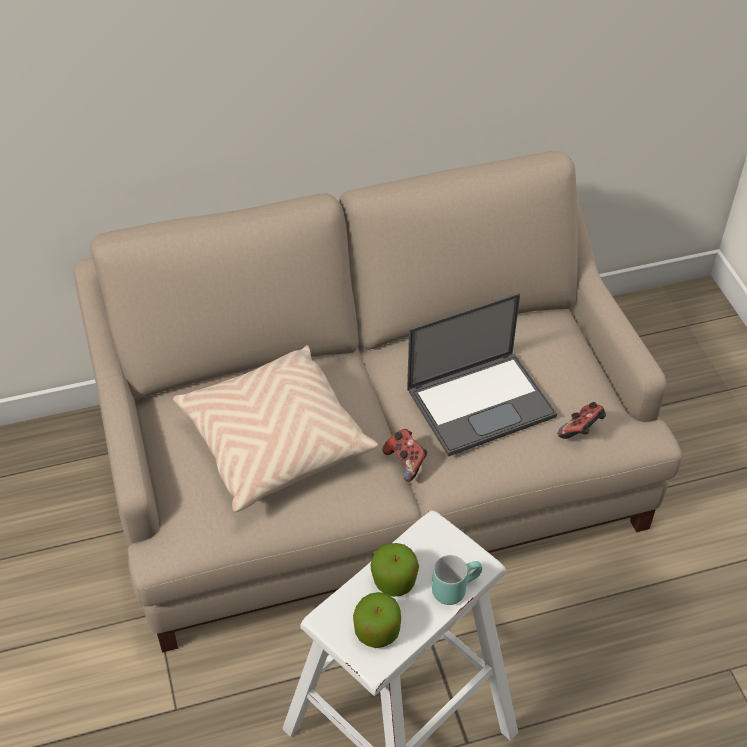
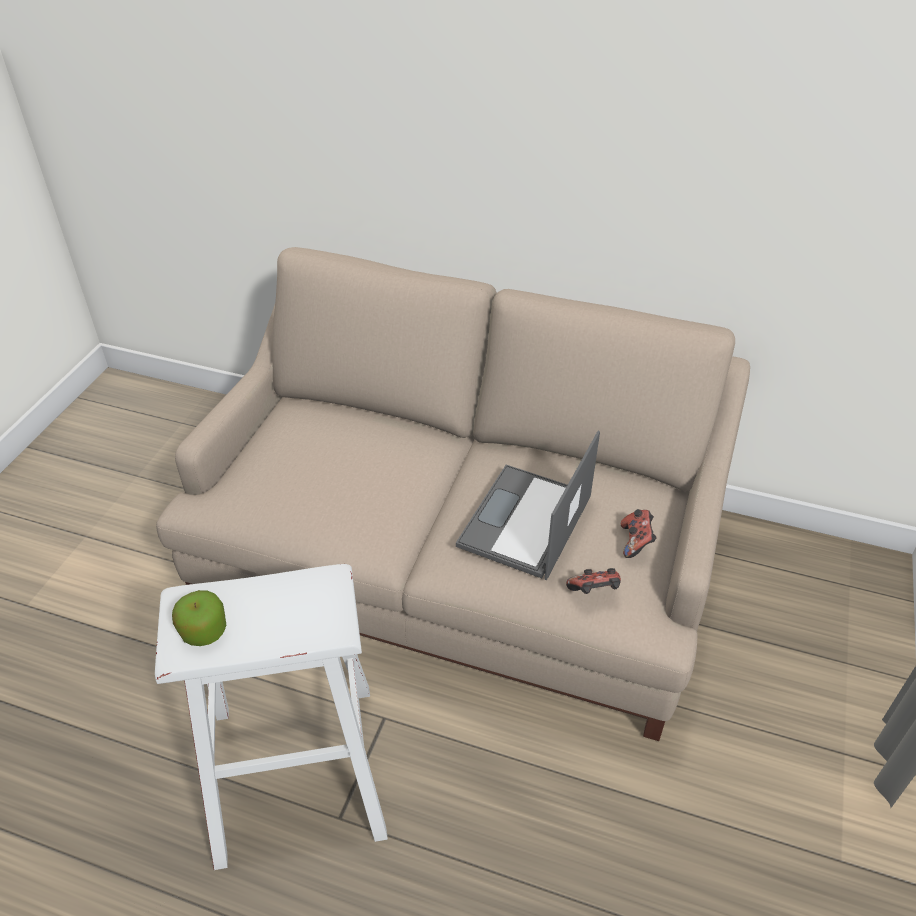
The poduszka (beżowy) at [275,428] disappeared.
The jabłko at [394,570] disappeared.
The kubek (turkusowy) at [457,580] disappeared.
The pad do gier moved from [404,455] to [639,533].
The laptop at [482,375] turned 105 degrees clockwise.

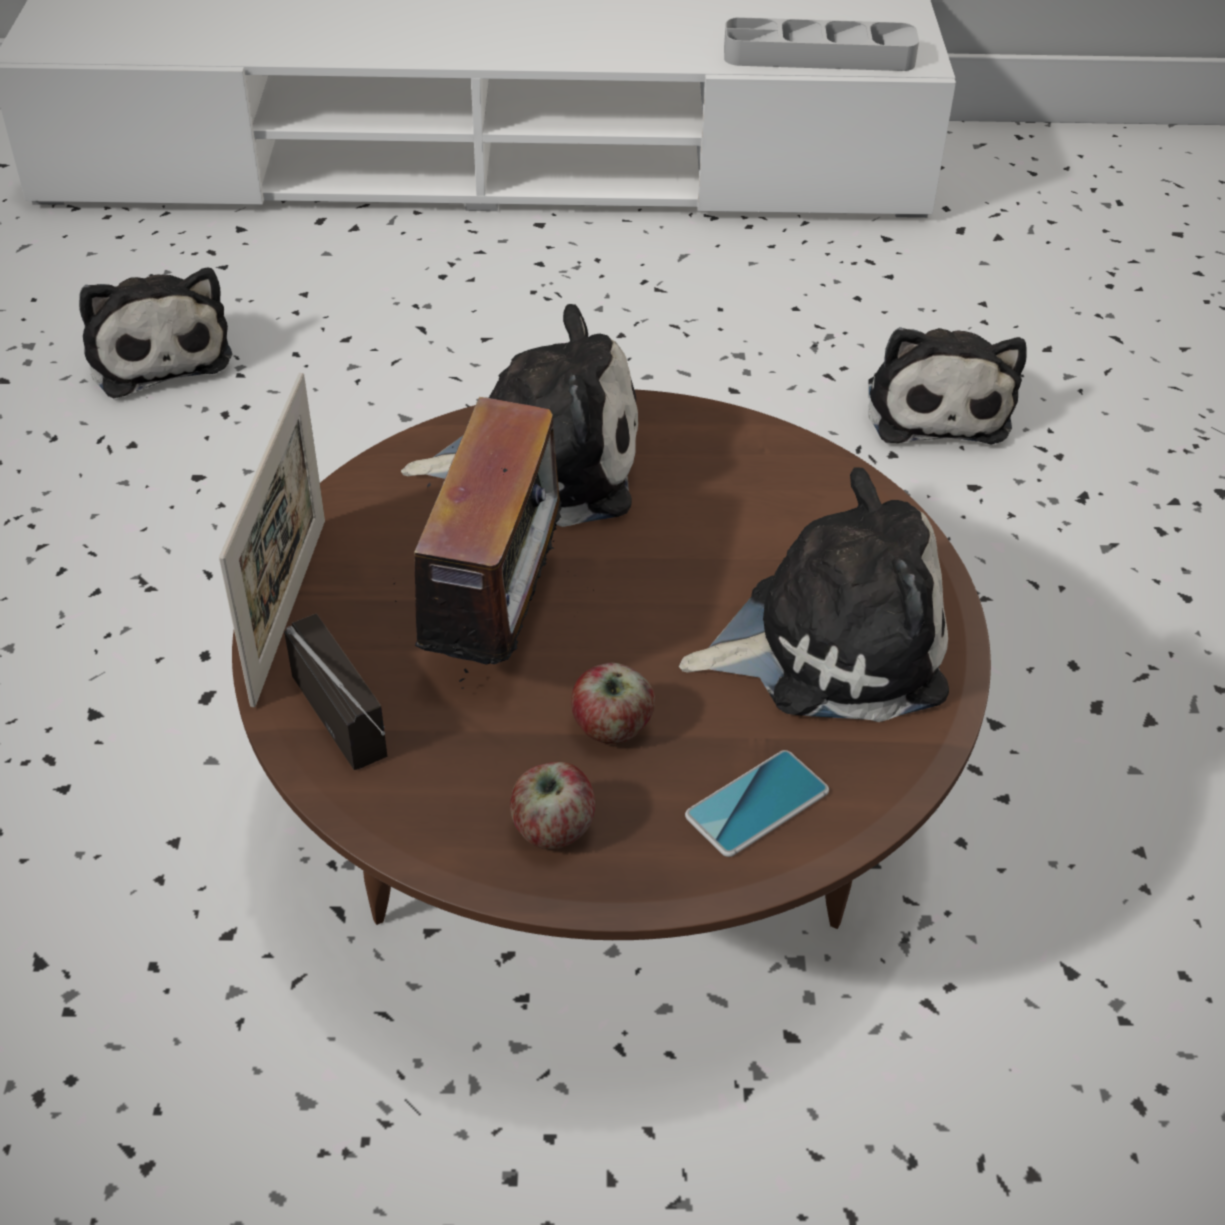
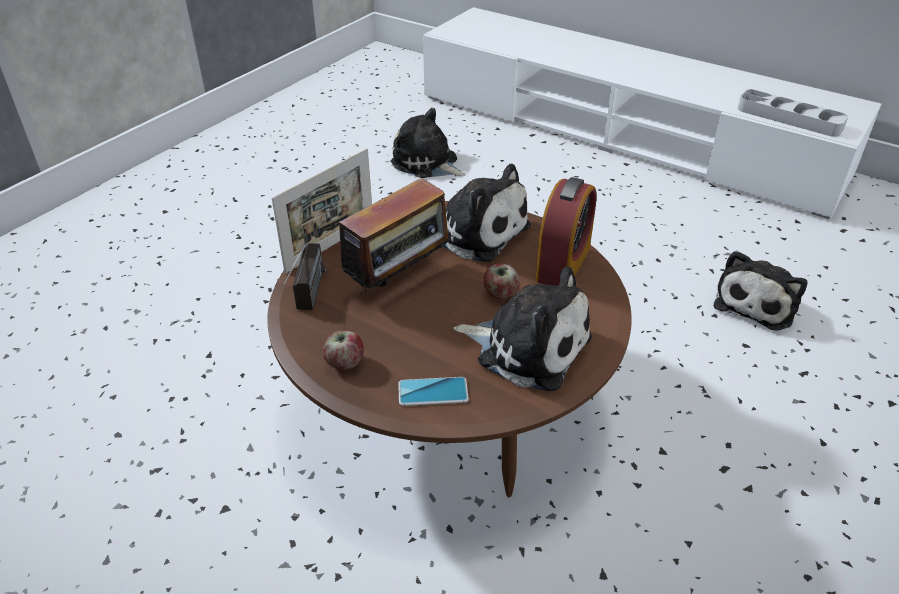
The budzik at [566,231] appeared.
The jabłko moved from [613,703] to [502,281].
The pluszak at [155,332] turned 120 degrees clockwise.

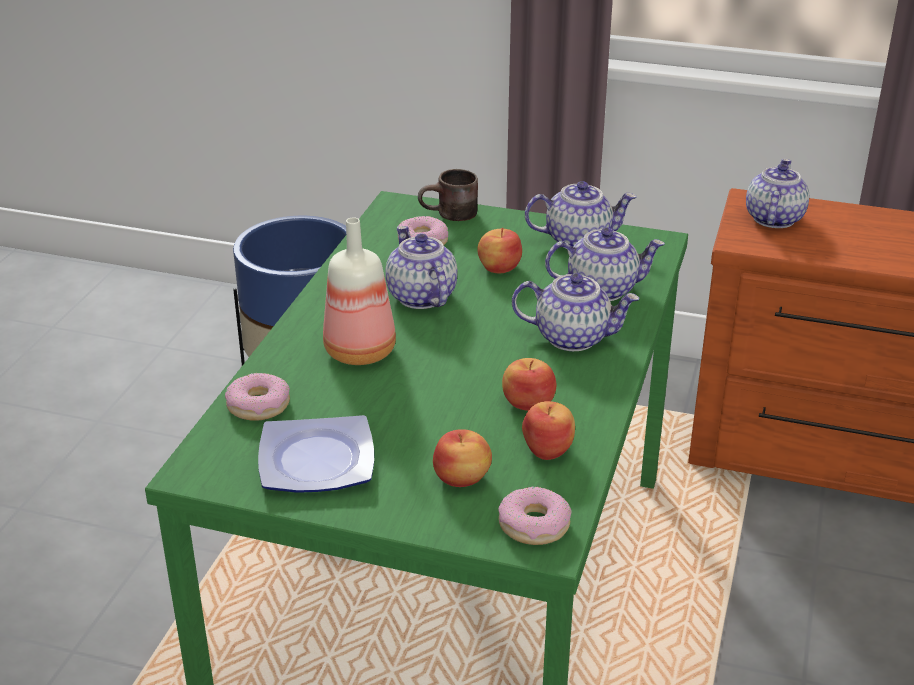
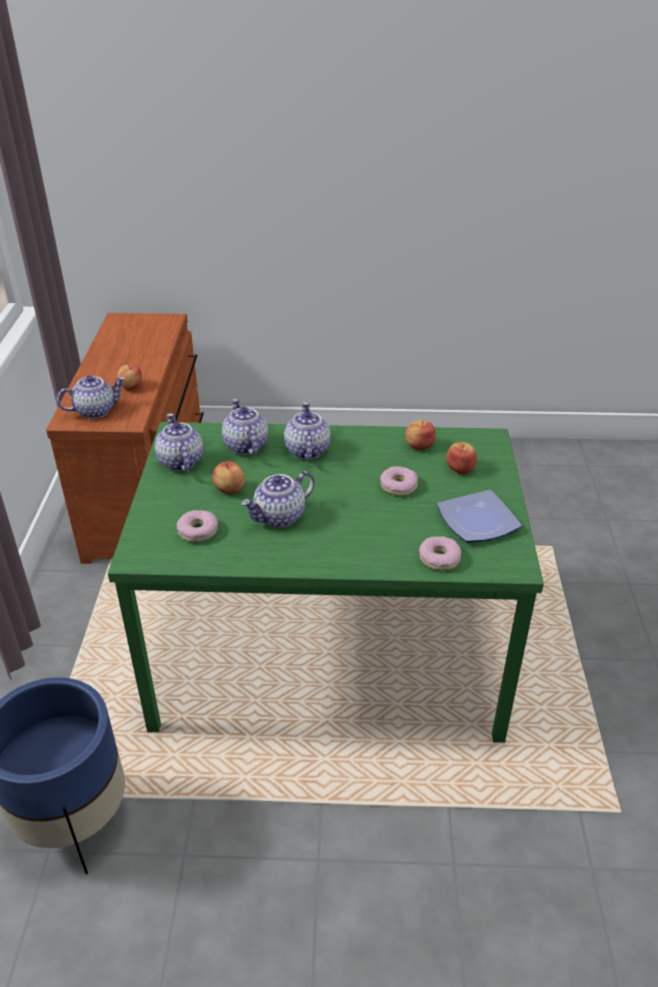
The butelka at [359,291] disappeared.
The kubek (brązowy) at [448,195] disappeared.
The donut moved from [535,516] to [399,481].
The jabłko moved from [529,384] to [129,377].
The imbryk at [777,193] turned 150 degrees clockwise.

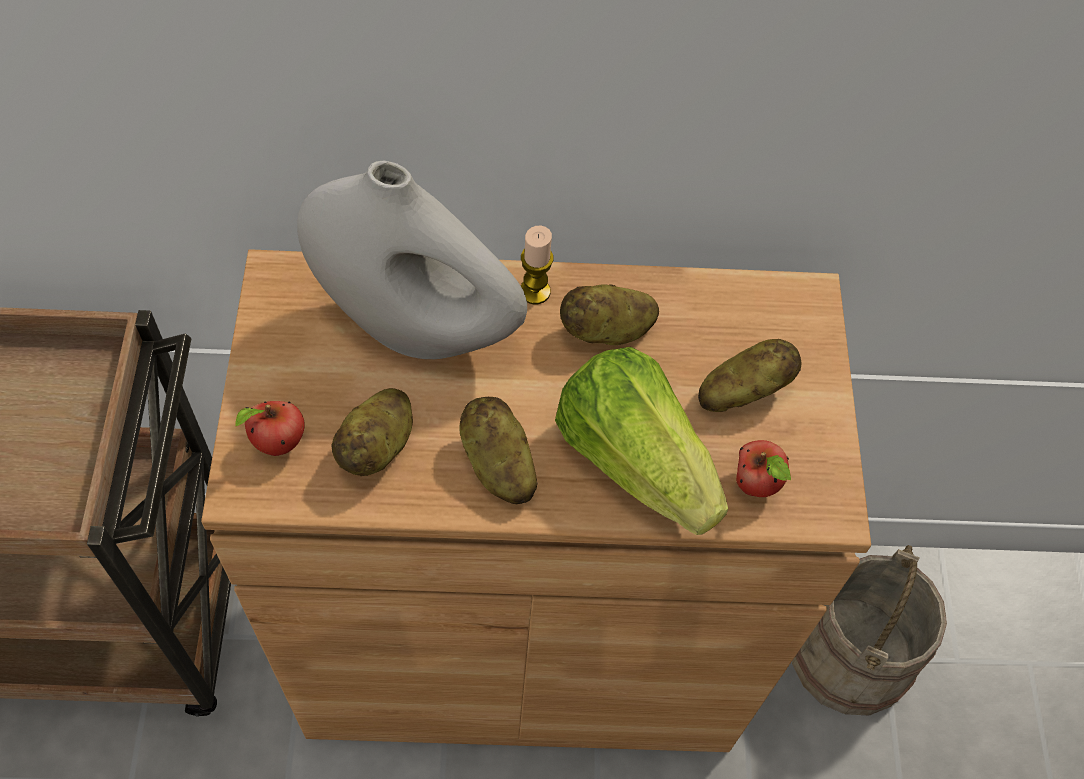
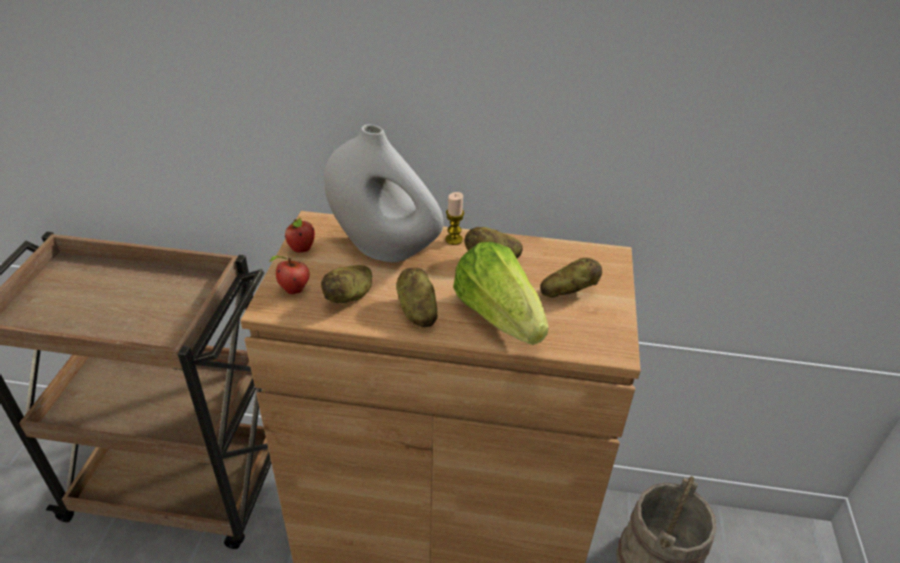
The jabłko moved from [763,468] to [300,235].

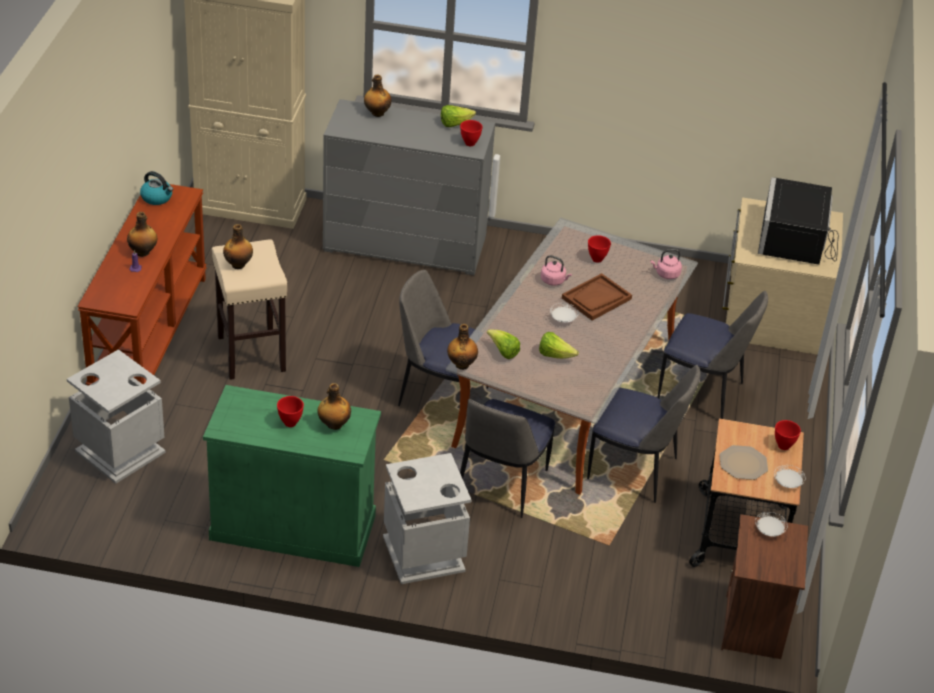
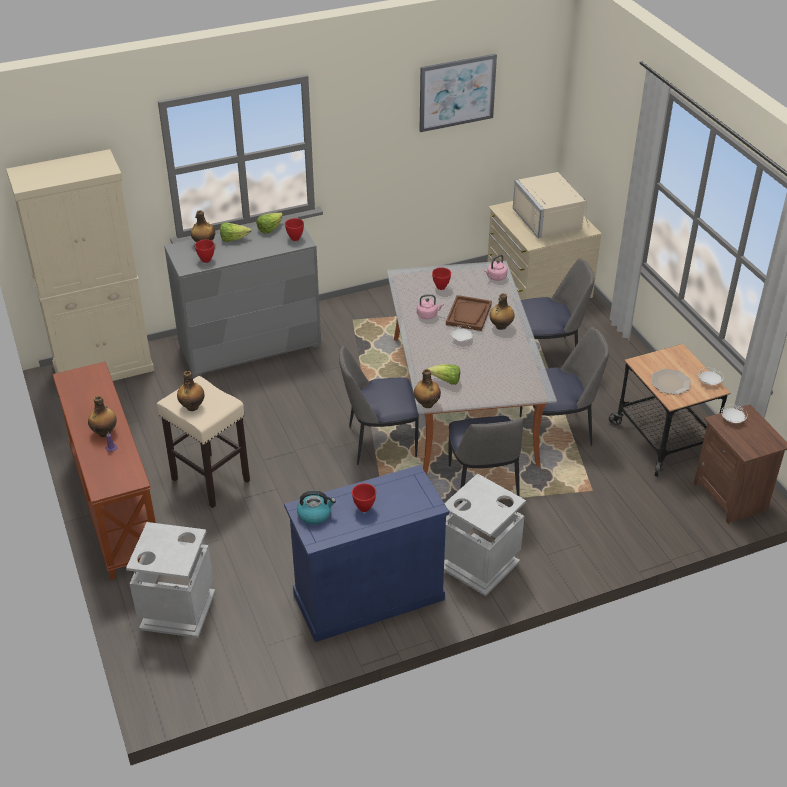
The obraz at [458,93] appeared.
The czajnik moved from [156,188] to [316,508].
The butelka moved from [334,406] to [502,311].
The sałata moved from [559,345] to [235,232].
The miska (czerwony) moved from [788,435] to [205,251].
The szafka (zielony) at [292,476] became the szafka (niebieski) at [366,553].
The mikrofalówka (czarny) at [798,221] became the mikrofalówka (beżowy) at [550,205].

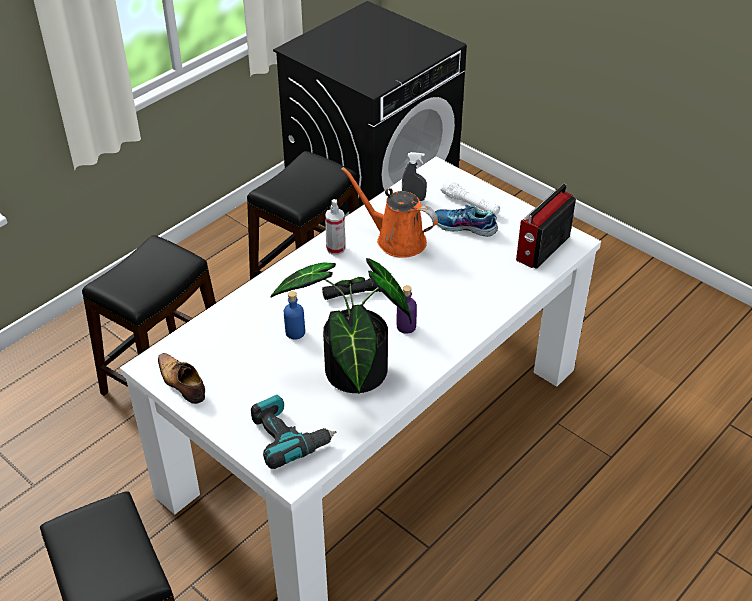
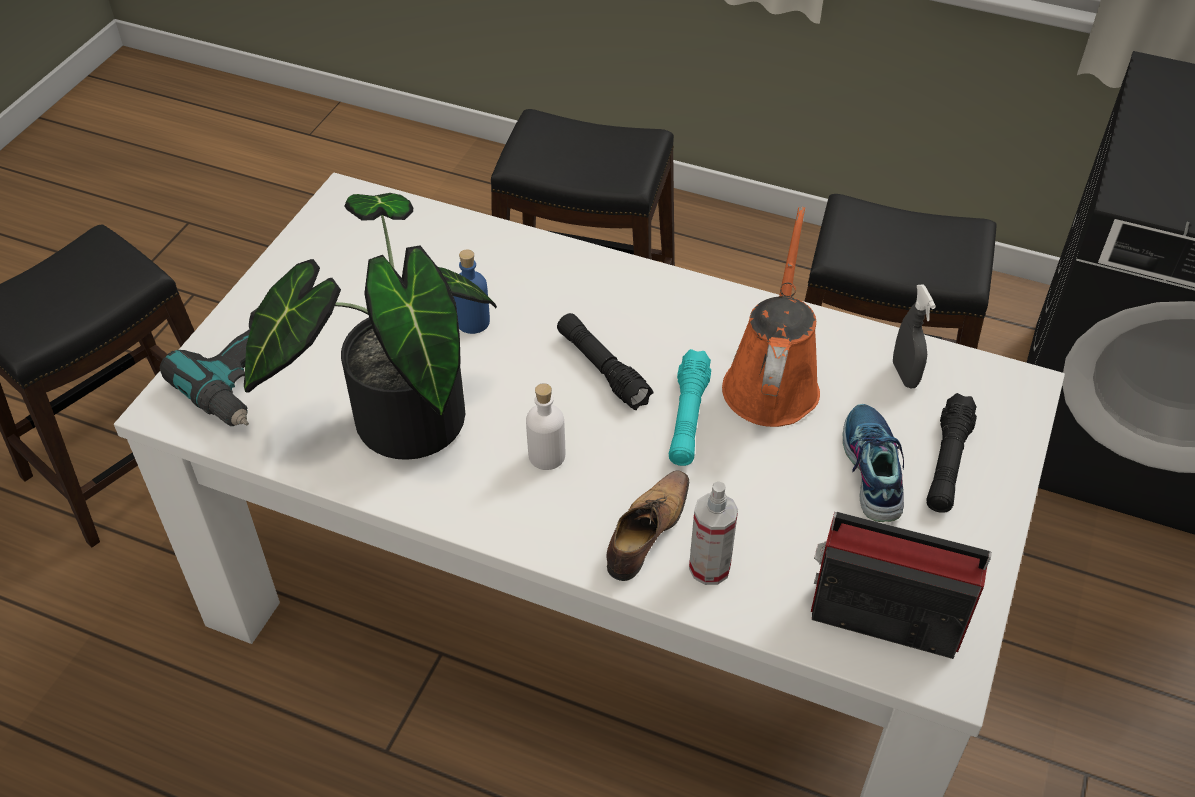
The latarka (turkusowy) at [690,407] appeared.
The but moved from [181,378] to [648,525].
The spryskiwacz moved from [335,227] to [713,533].
The butelka (fioletowy) at [407,309] became the butelka (biały) at [545,426].
The latarka (biały) at [470,198] became the latarka (czarny) at [951,453].

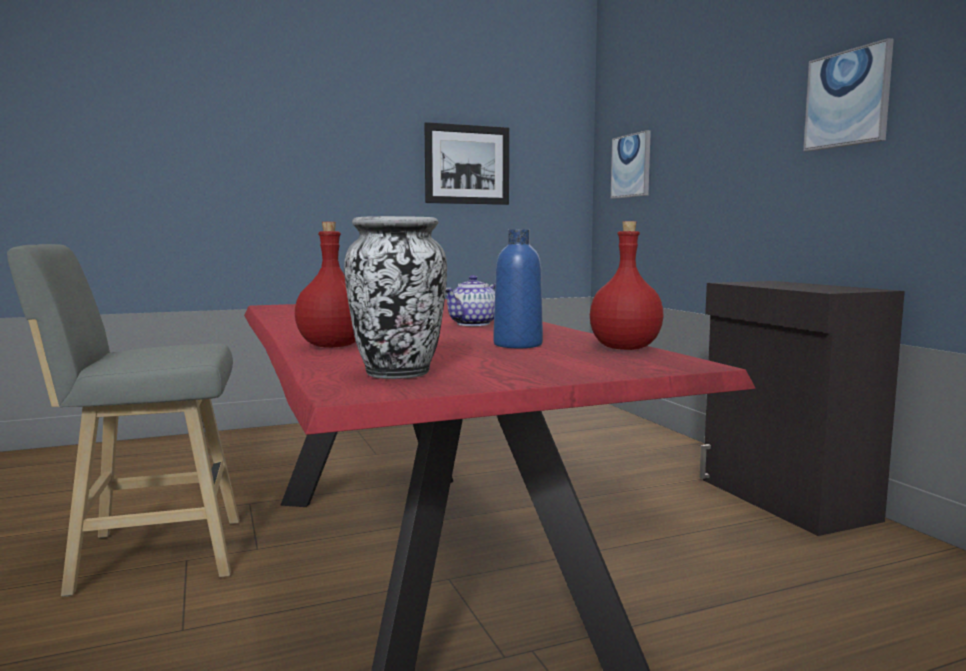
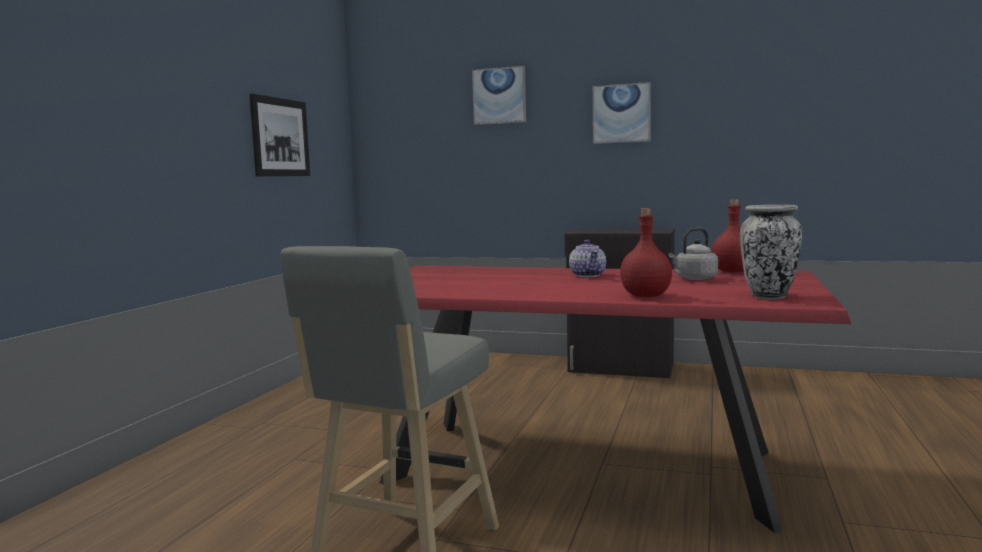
The obraz moved from [631,164] to [499,95].
The butelka (niebieski) at [518,288] was replaced by the czajnik (szary) at [693,254].

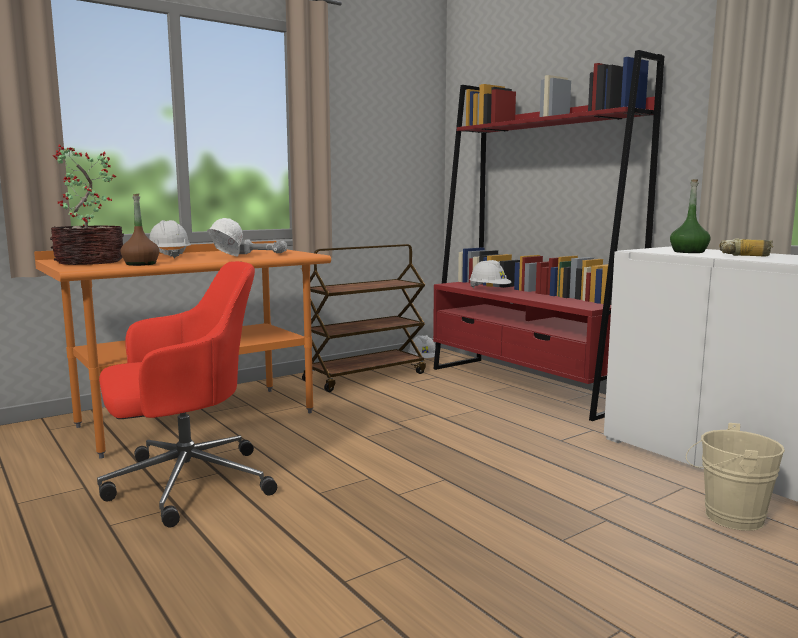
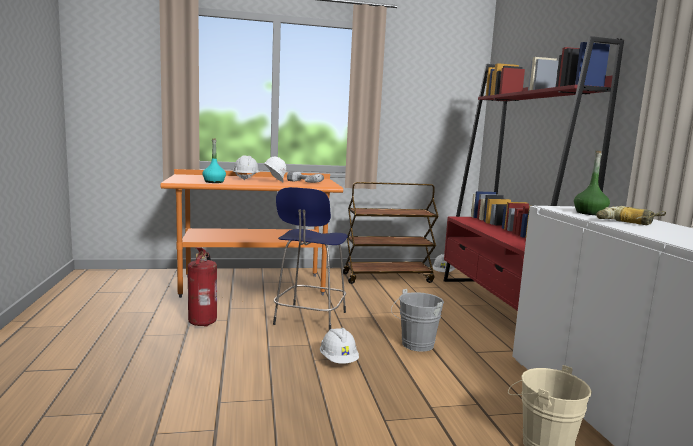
The roślina doniczkowa at [87,205] disappeared.
The stołek (niebieski) at [310,258] appeared.
The wiadro (szary) at [417,320] appeared.
The kask (biały) moved from [490,274] to [339,346].
The krzesło biurowe (czerwony) at [187,394] was replaced by the gaśnica at [202,287].
The butelka (brązowy) at [139,229] became the butelka (turkusowy) at [214,160].

